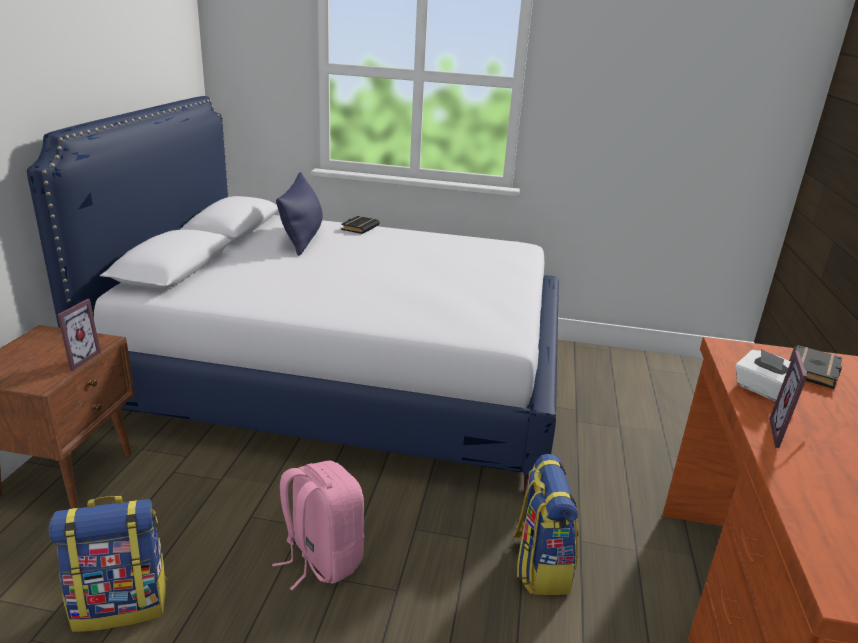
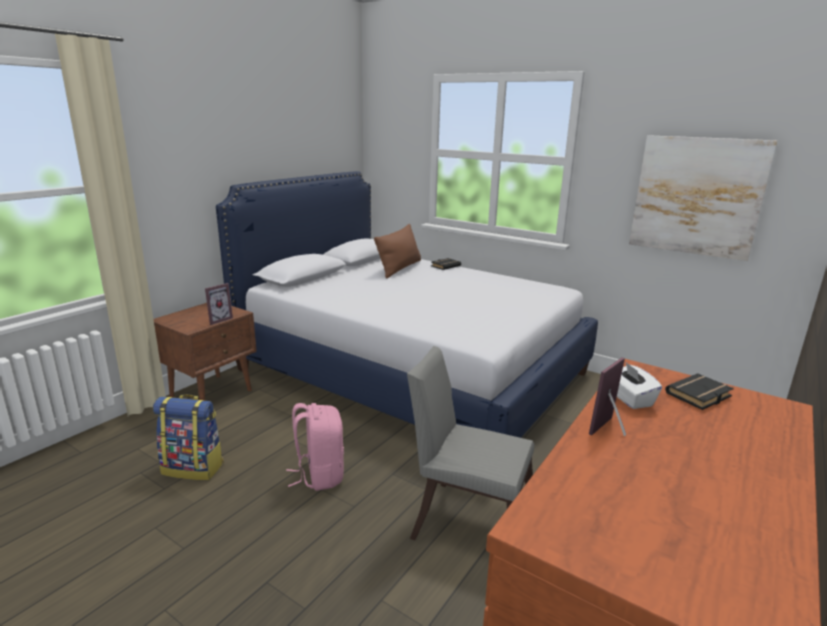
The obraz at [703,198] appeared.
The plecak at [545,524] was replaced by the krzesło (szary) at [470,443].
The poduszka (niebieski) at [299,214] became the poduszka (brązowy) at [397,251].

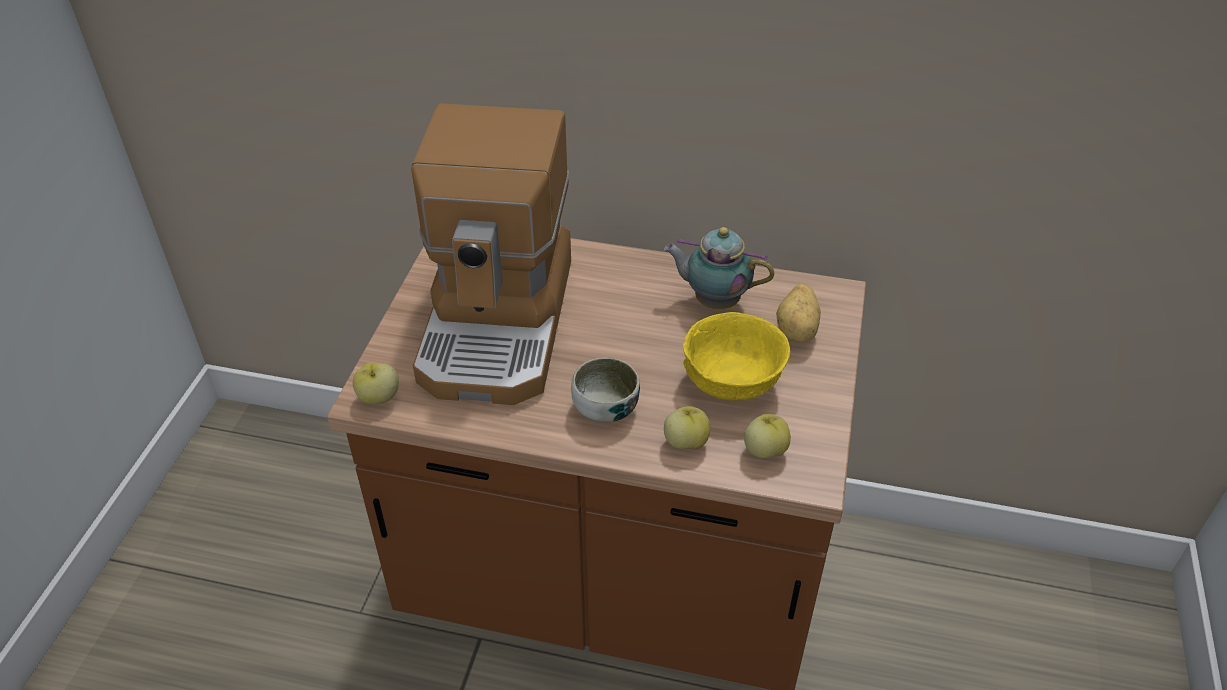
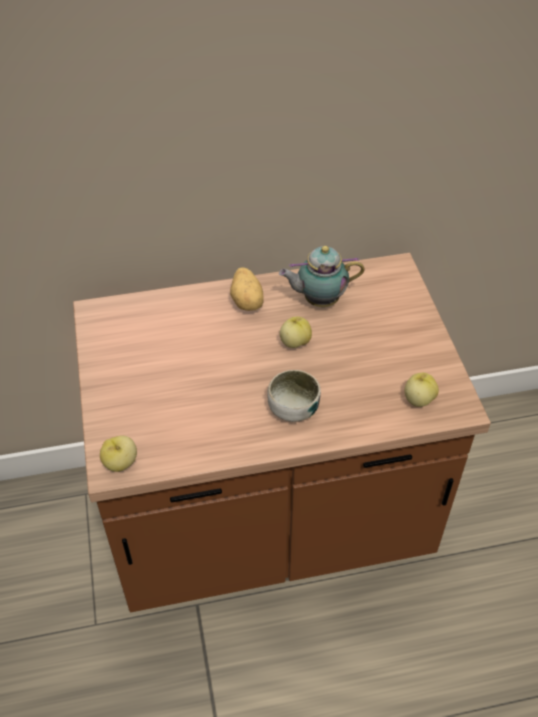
The ekspres do kawy at [491,254] disappeared.
The miska (żółty) at [736,356] disappeared.
The jabłko moved from [687,428] to [296,332].
The ziemniak moved from [798,313] to [247,289].

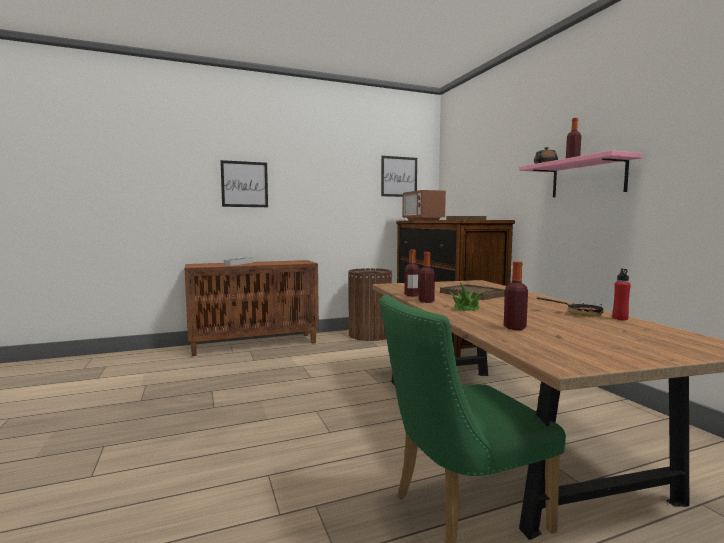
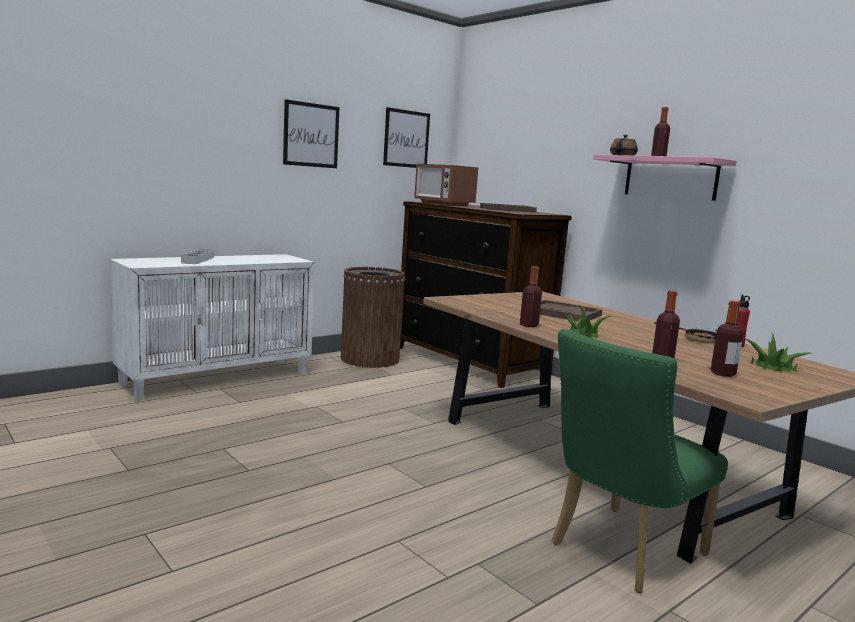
The roślina doniczkowa at [777,352] appeared.
The obraz moved from [244,183] to [311,133].
The butelka moved from [412,273] to [727,338].
The szafka (brązowy) at [252,308] became the szafka (biały) at [212,327].

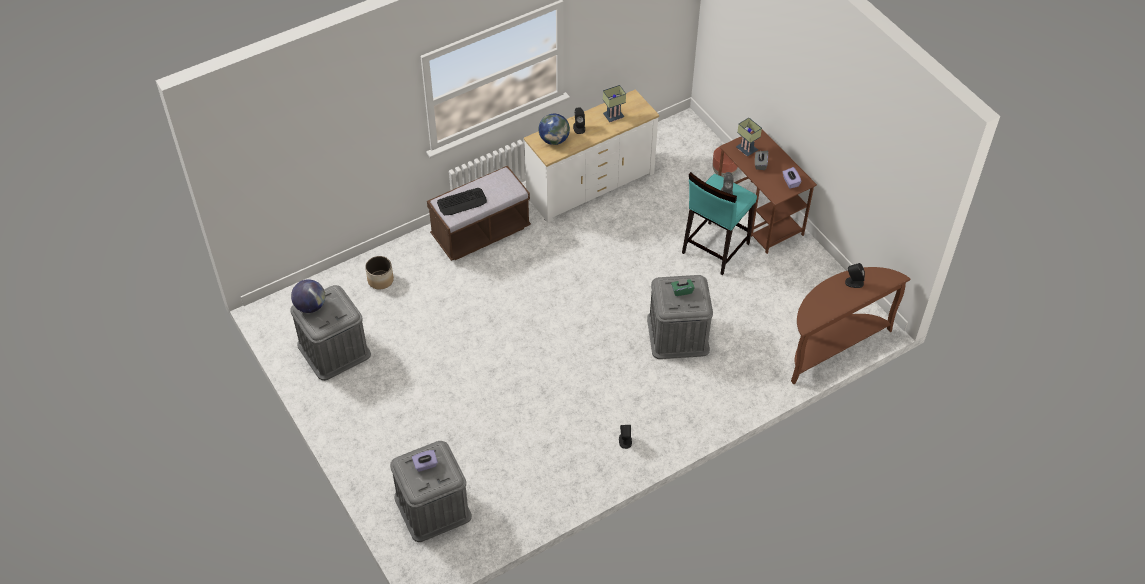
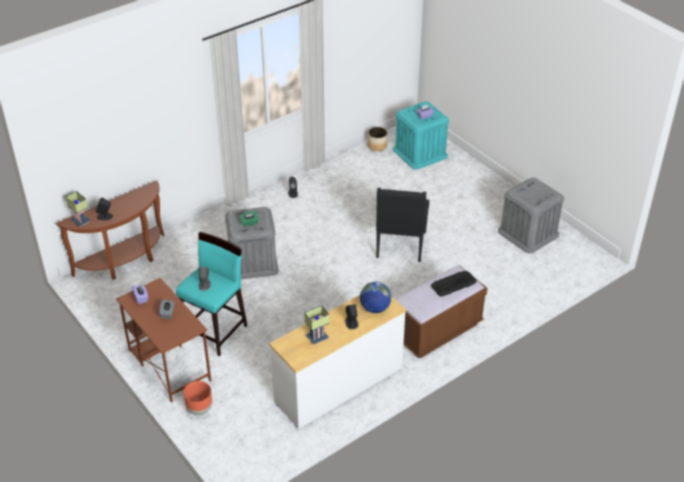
The globus at [308,296] disappeared.
The fotel (czarny) at [402,225] appeared.
The donica moved from [379,272] to [377,139].
The lampa stołowa moved from [749,137] to [78,209].
The pojemnik do przechowywania (szary) at [431,491] became the pojemnik do przechowywania (turkusowy) at [421,135].

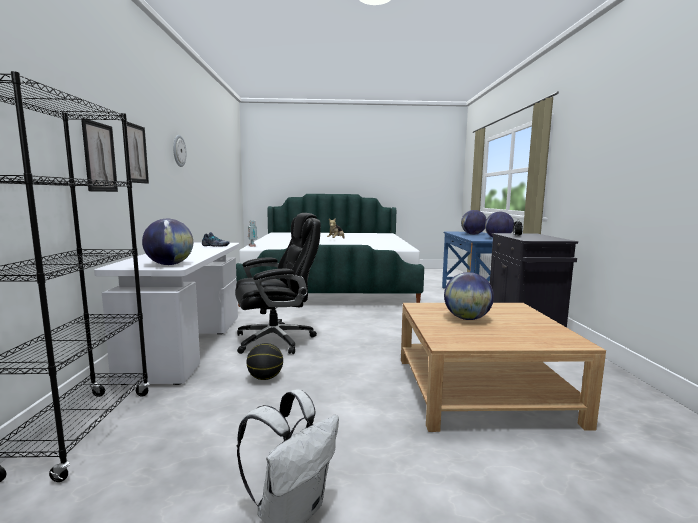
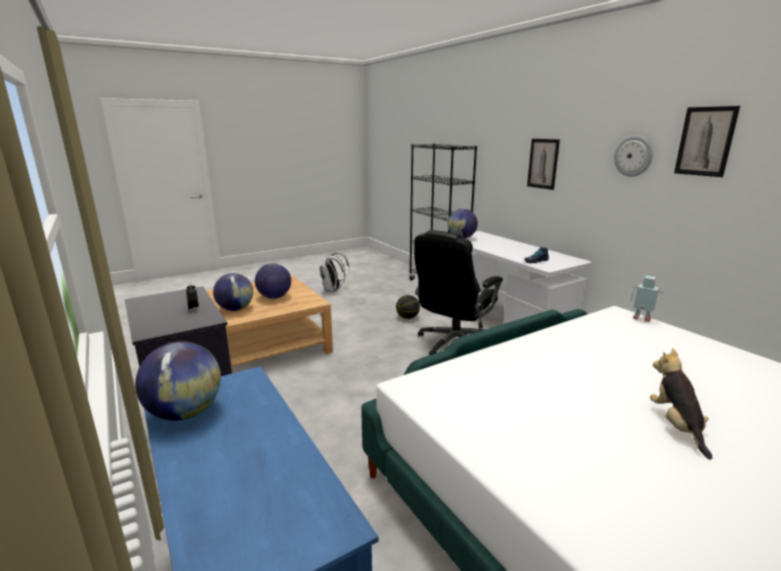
The obraz moved from [99,155] to [707,141].
The globus moved from [474,222] to [233,292].

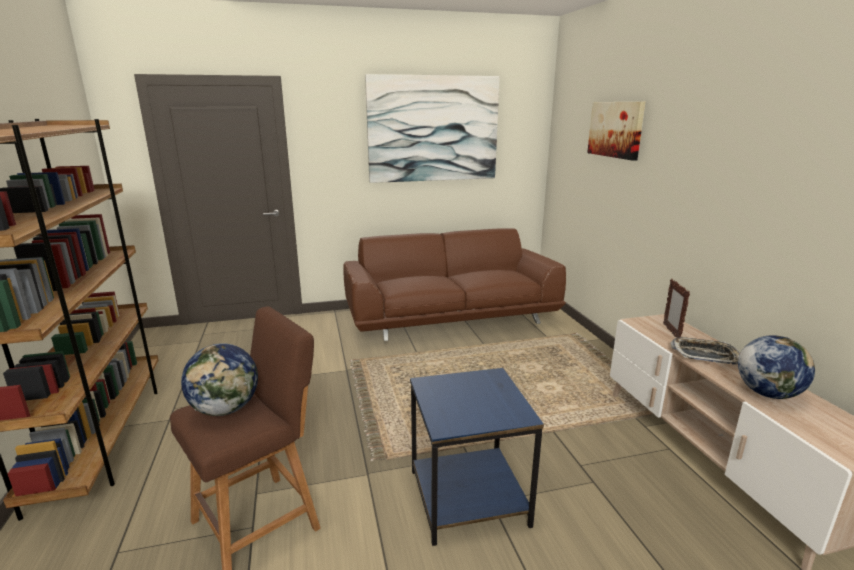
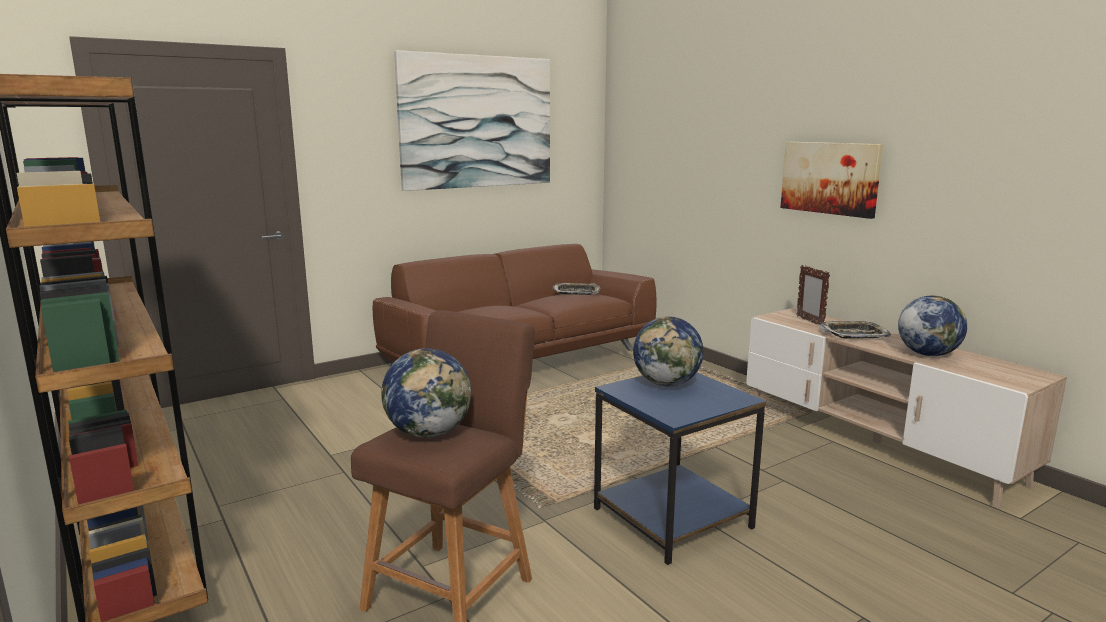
The taca at [576,289] appeared.
The globus at [668,351] appeared.
The obraz moved from [616,131] to [831,180].

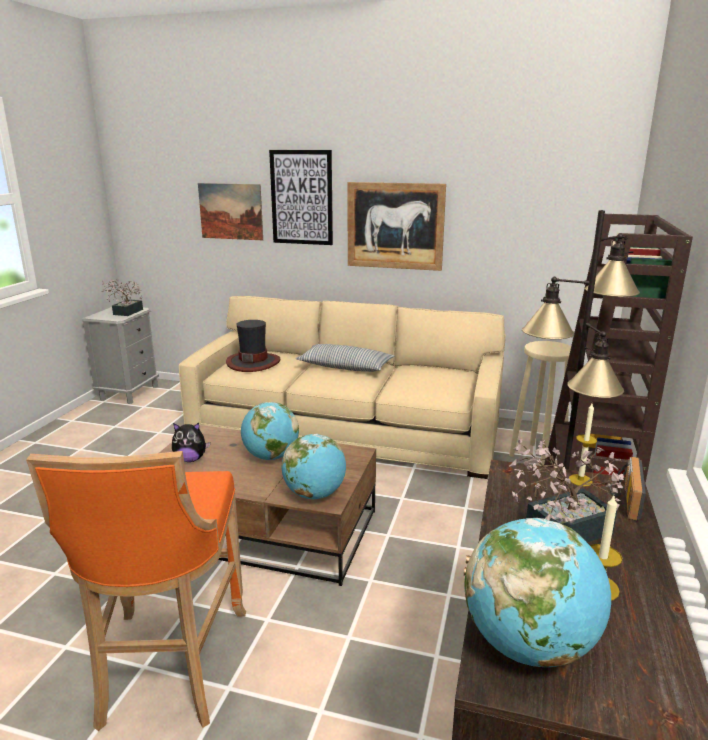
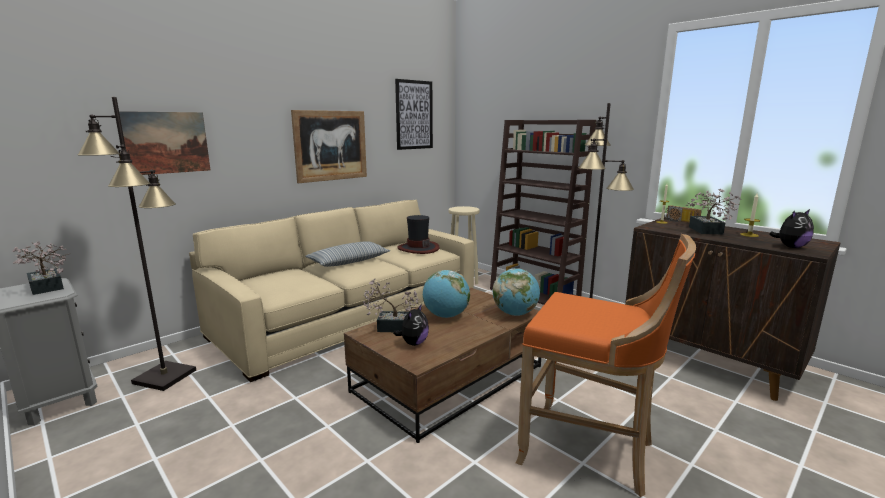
The lampa stojąca (czarny) at [136,244] appeared.
The roślina doniczkowa at [393,305] appeared.
The kapelusz moved from [253,346] to [418,234].
The obraz moved from [301,197] to [414,114].
The globus at [538,592] was replaced by the pluszak at [792,228].

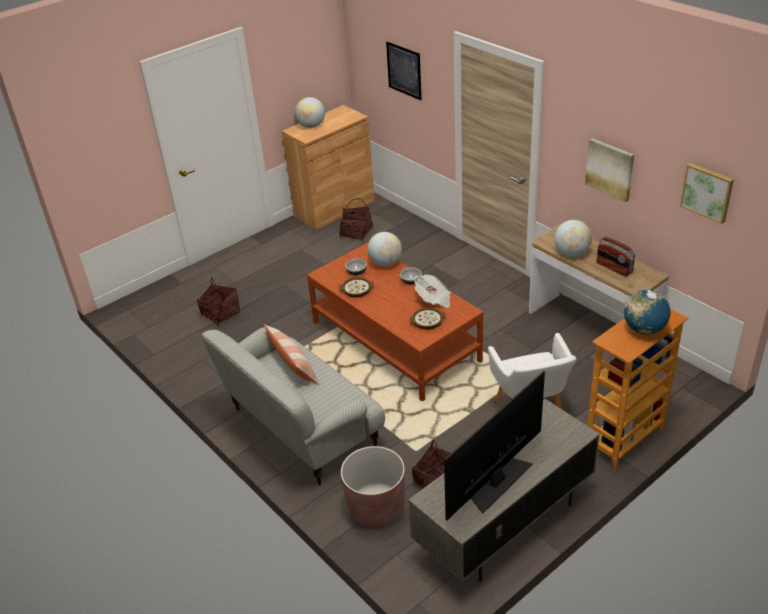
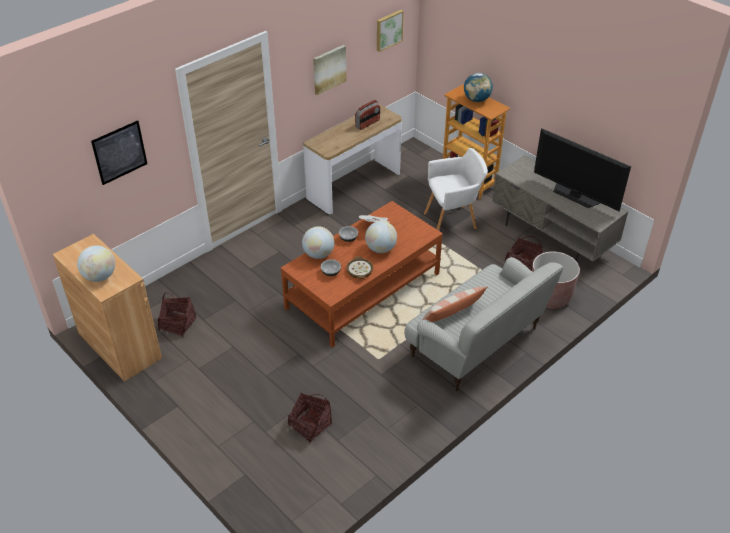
The miska at [427,318] disappeared.
The globus moved from [573,238] to [381,237].

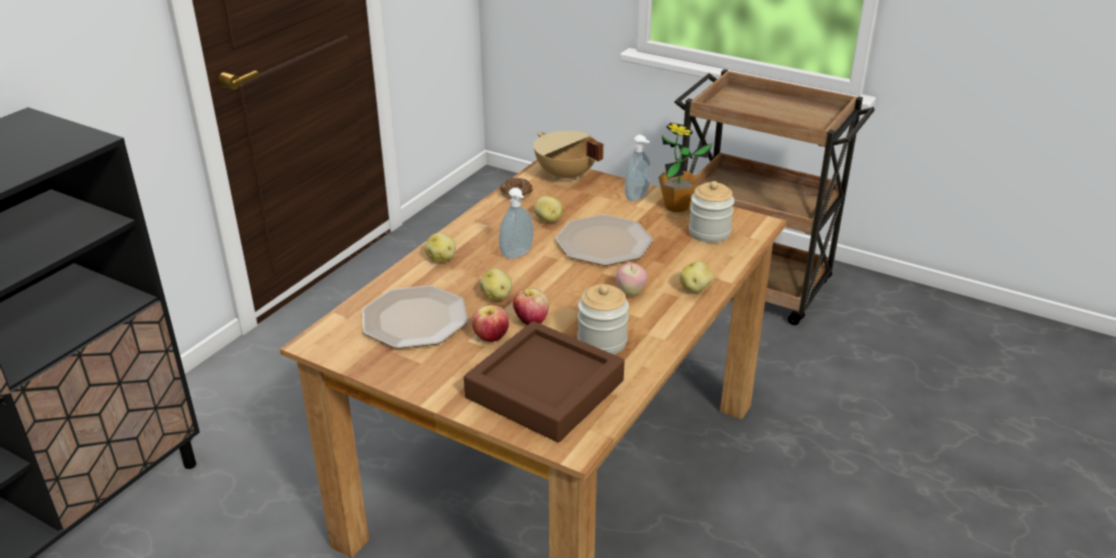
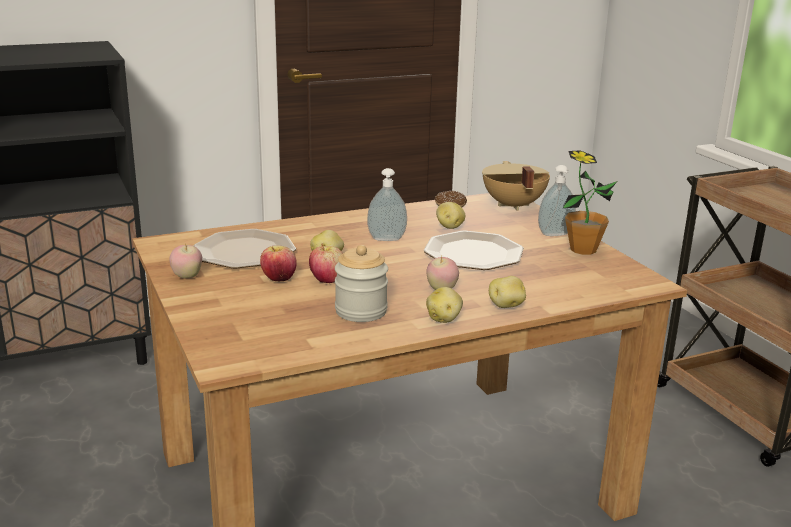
The taca (brązowy) at [544,381] disappeared.
The słoik at [712,212] disappeared.
The jabłko at [185,261] appeared.
The ziemniak moved from [440,248] to [444,305].

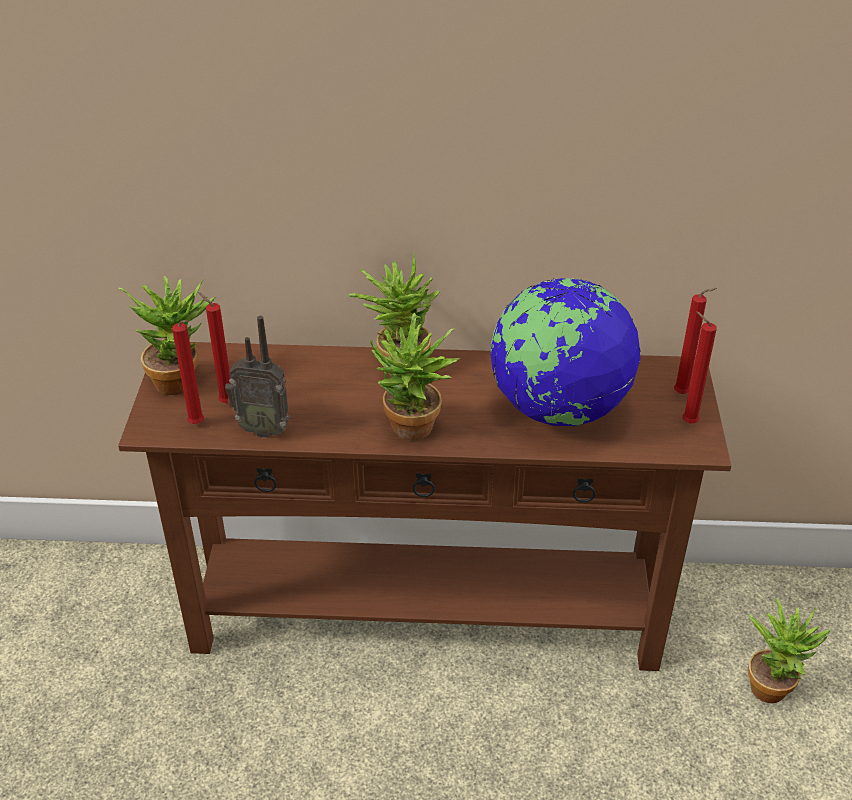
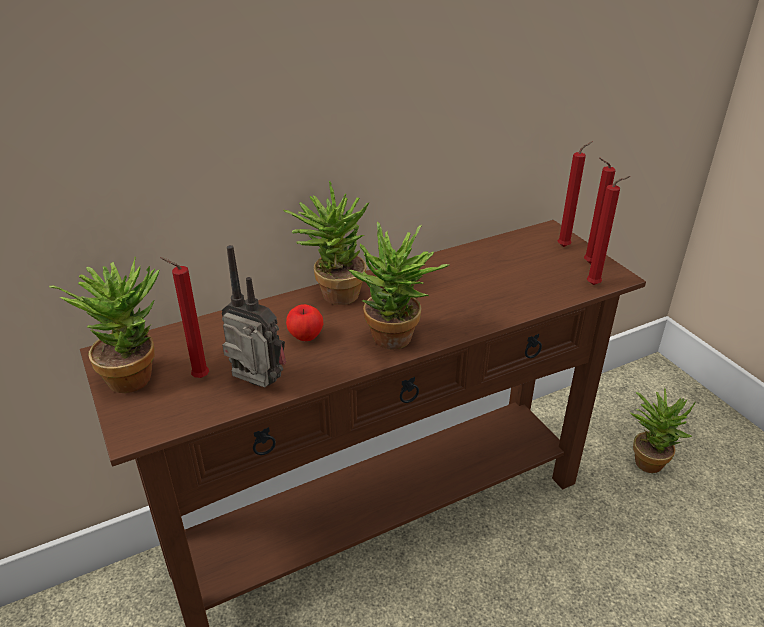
The globus at [566,352] disappeared.
The jabłko at [304,322] appeared.
The świeca (czerwony) moved from [188,372] to [608,230].
The radio at [257,377] turned 135 degrees counterclockwise.

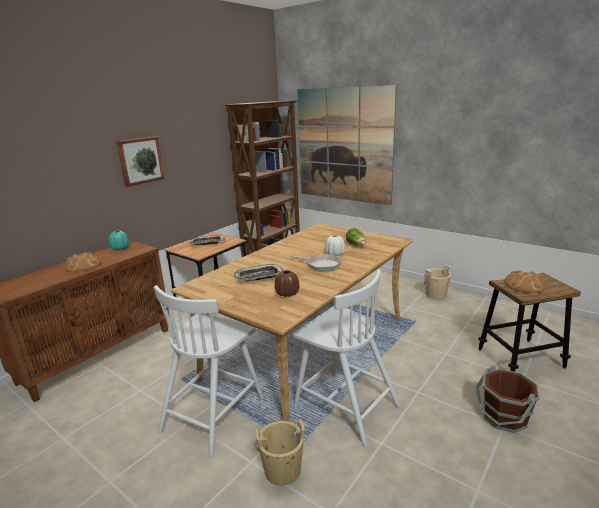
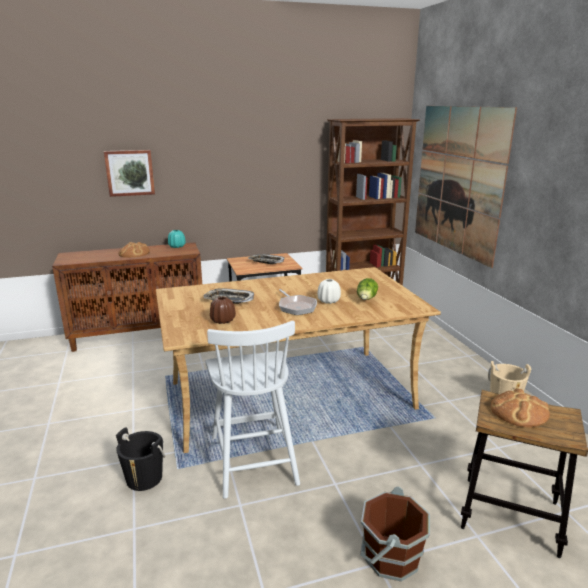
The krzesło (biały) at [209,370] disappeared.
The obraz moved from [141,161] to [129,173].
The wiadro (beżowy) at [280,453] became the wiadro (czarny) at [141,459].

